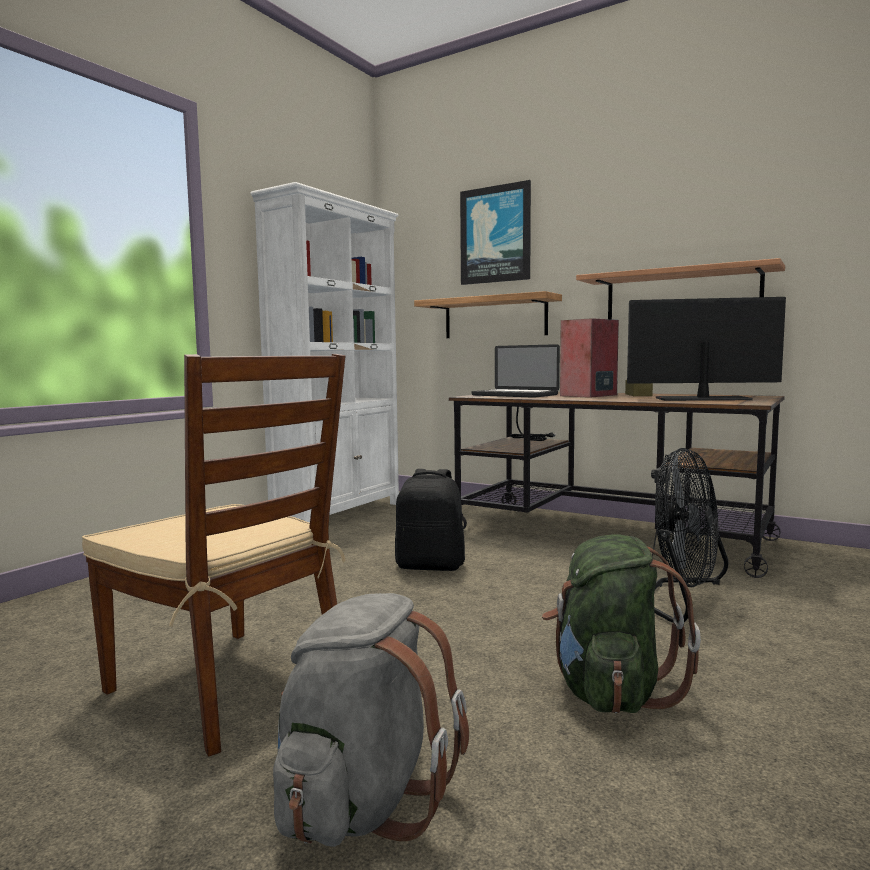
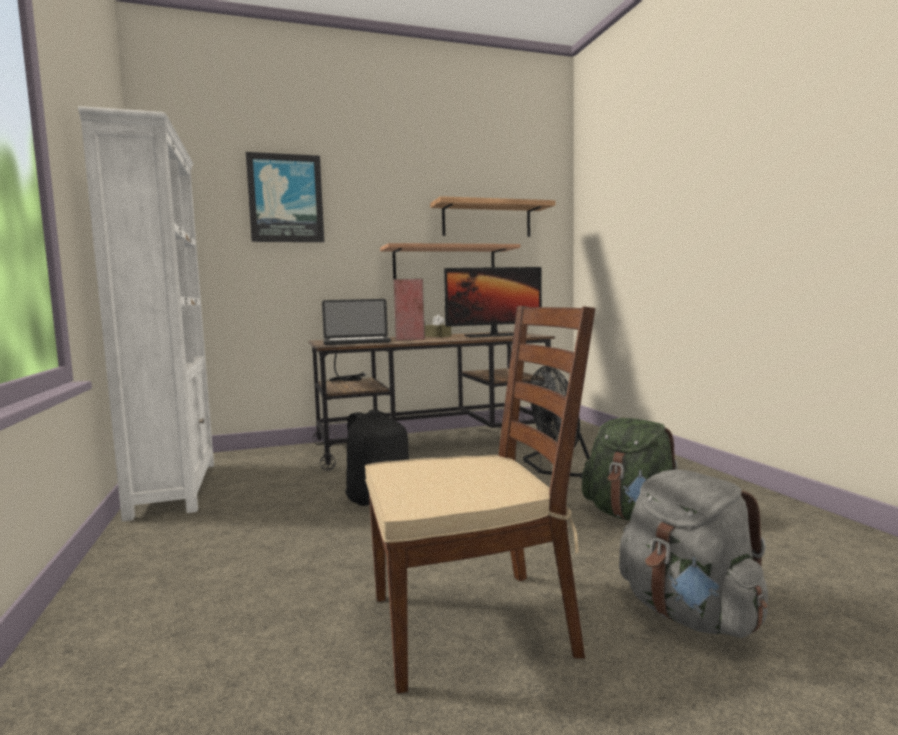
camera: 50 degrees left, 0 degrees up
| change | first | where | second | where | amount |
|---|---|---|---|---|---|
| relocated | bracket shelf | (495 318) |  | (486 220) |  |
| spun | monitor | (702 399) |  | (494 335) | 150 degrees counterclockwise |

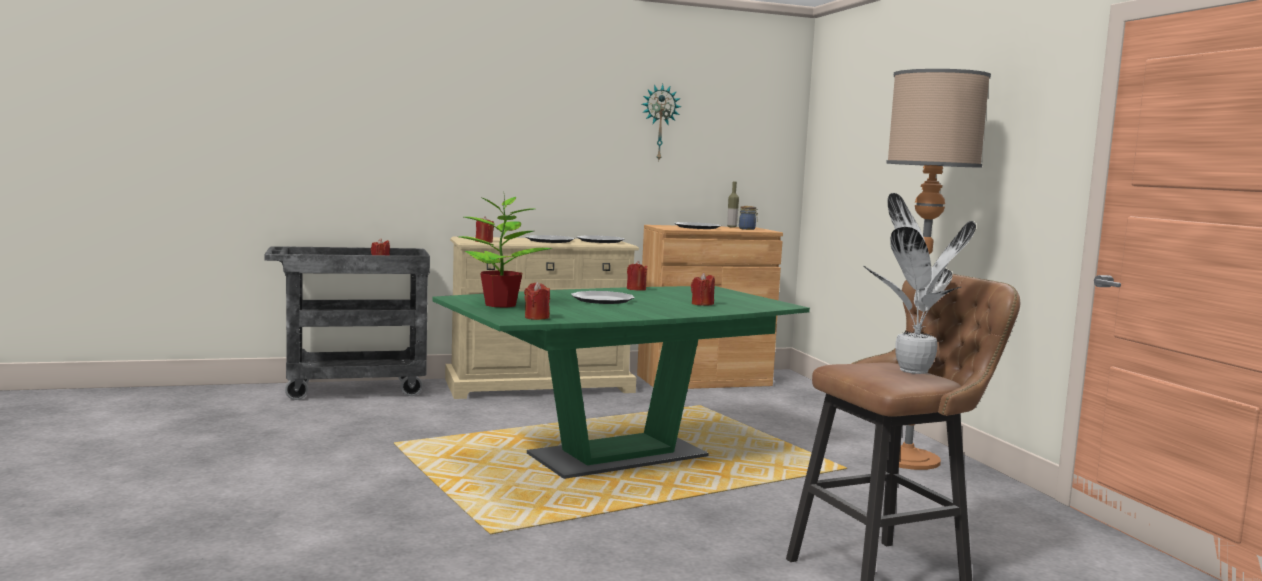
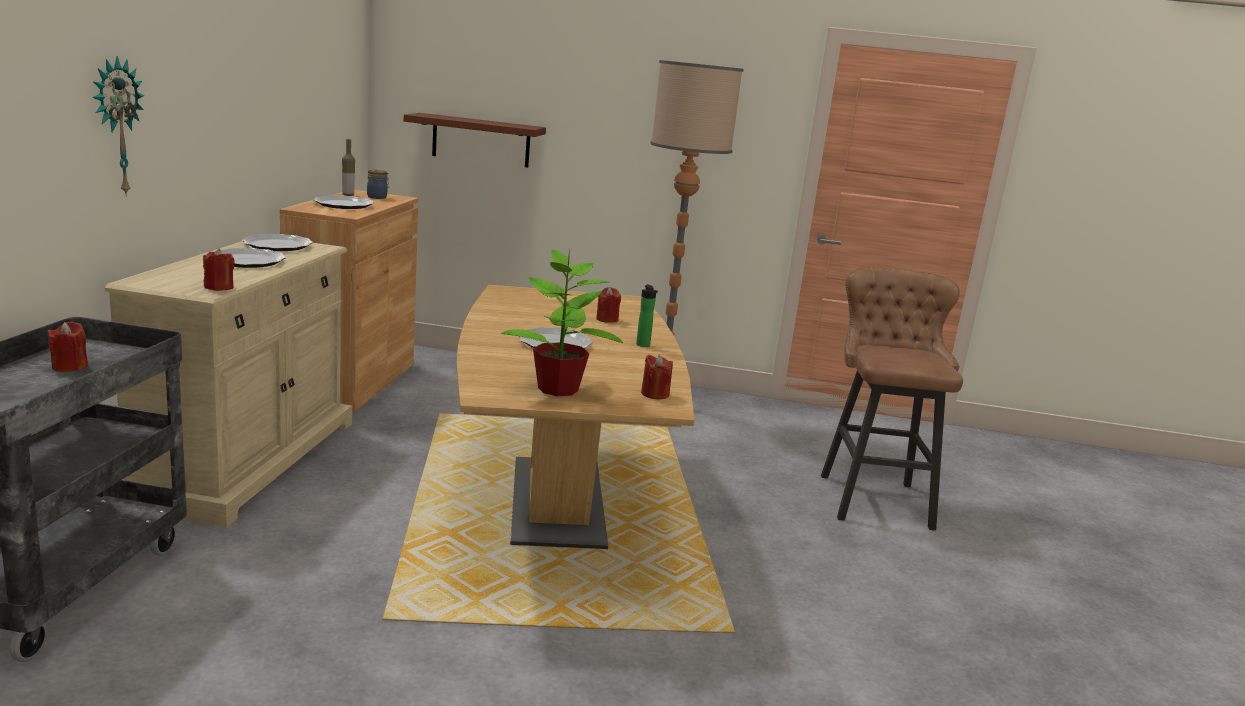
camera: 65 degrees left, 10 degrees up
| change | first | where | second | where | amount |
|---|---|---|---|---|---|
| relocated | wall clock | (659 122) |  | (116 127) |  |
| missing | houseplant | (911 370) |  |  |  |
| missing | red wax candle | (636 289) |  |  |  |
| colour | greenish kitchen table | (618 456) | brown-coloured kitchen table | (557 502) |  |
| appeared |  |  | brown-coloured bracket shelf | (481 140) |  |
| appeared |  |  | beverage bottle | (643 345) |  |

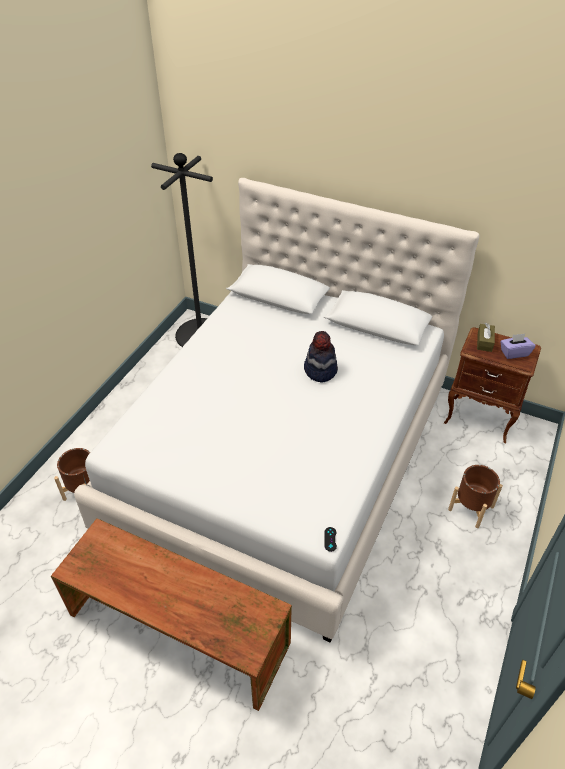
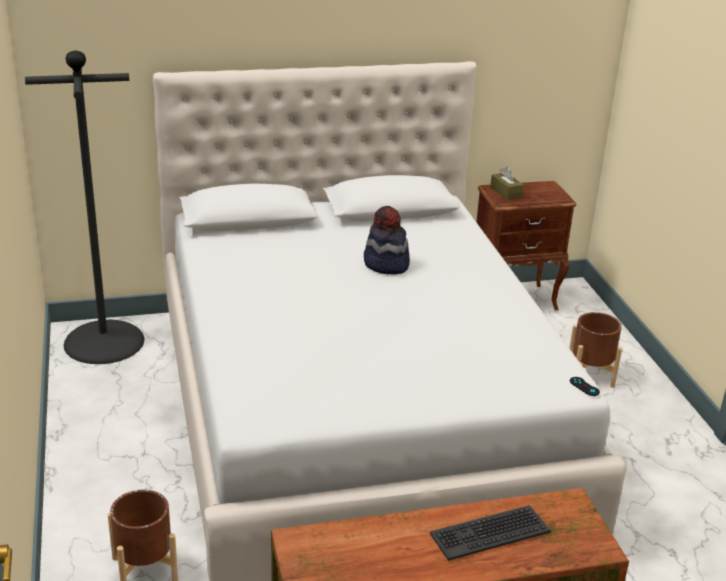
camera: 40 degrees left, 15 degrees down
| change | first | where | second | where | amount |
|---|---|---|---|---|---|
| missing | purplish tissue box | (514 353) |  |  |  |
| appeared |  |  | keyboard | (489 532) |  |

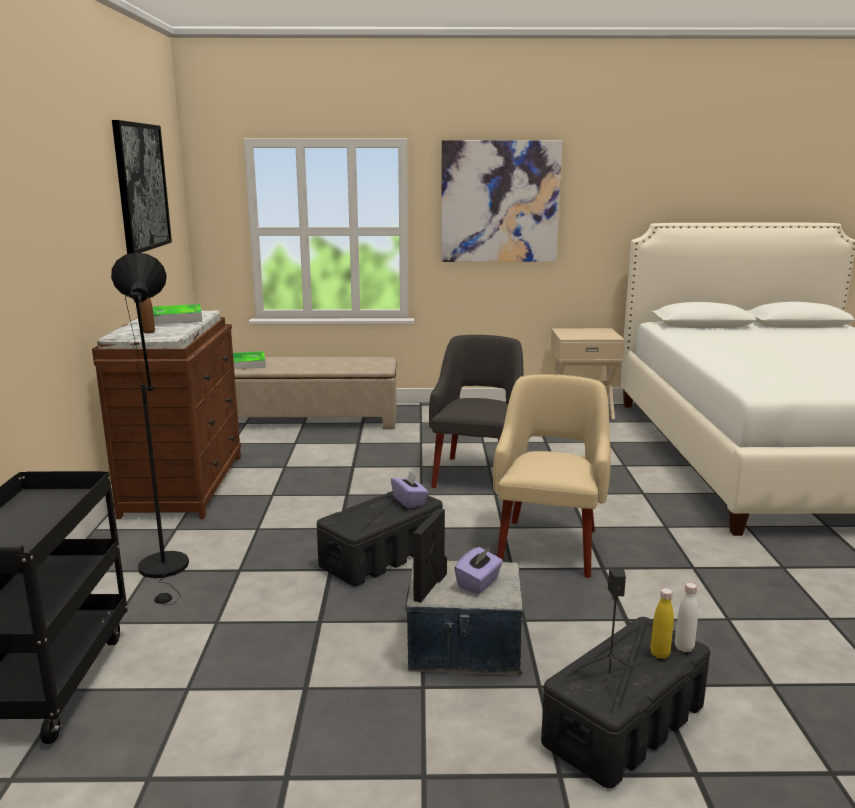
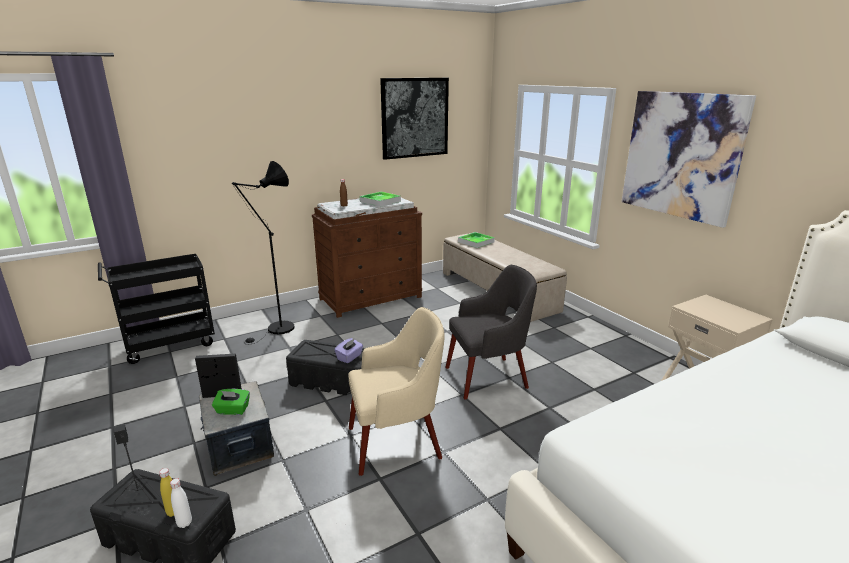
camera: 60 degrees right, 5 degrees up
| change | first | where | second | where | amount |
|---|---|---|---|---|---|
| colour | purplish tissue box | (478 583) | greenish tissue box | (232 410) |  |

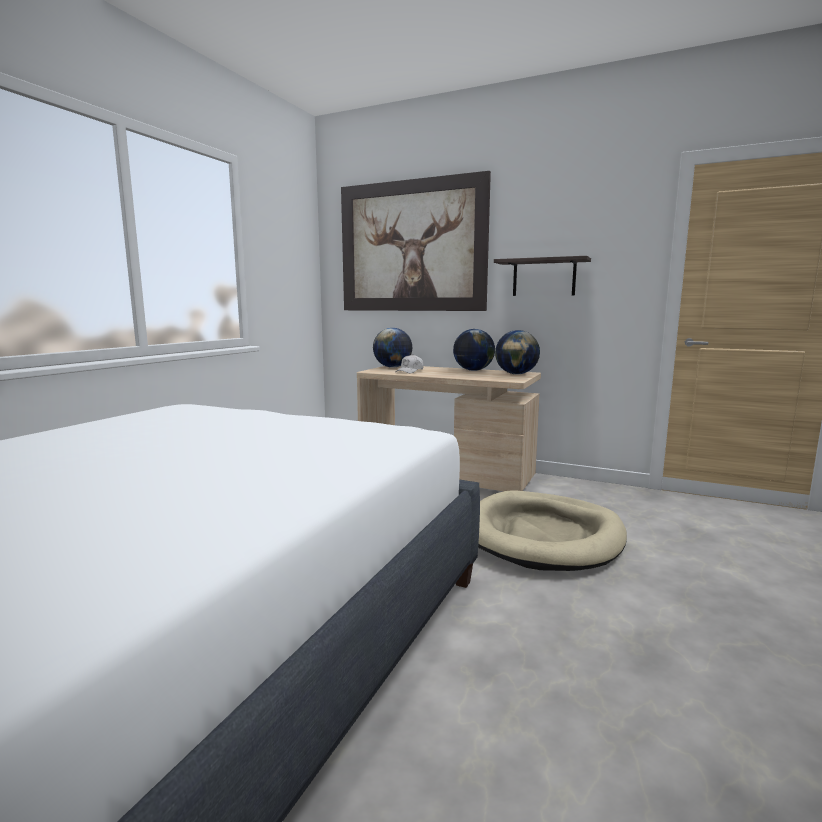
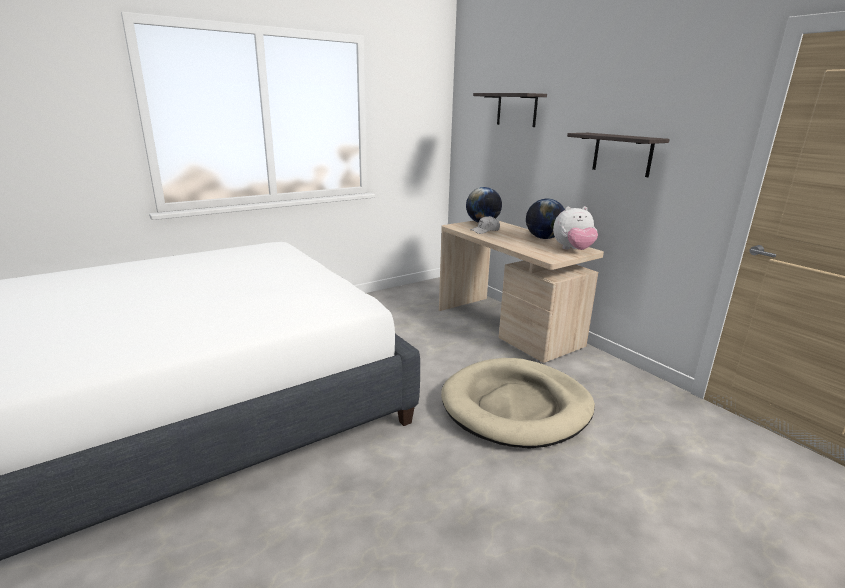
camera: 30 degrees right, 10 degrees up
| change | first | where | second | where | amount |
|---|---|---|---|---|---|
| exchanged | wall picture | (412 247) | bracket shelf | (516 109) |  |
| exchanged | globe | (516 374) | cuddly toy | (573 250) |  |

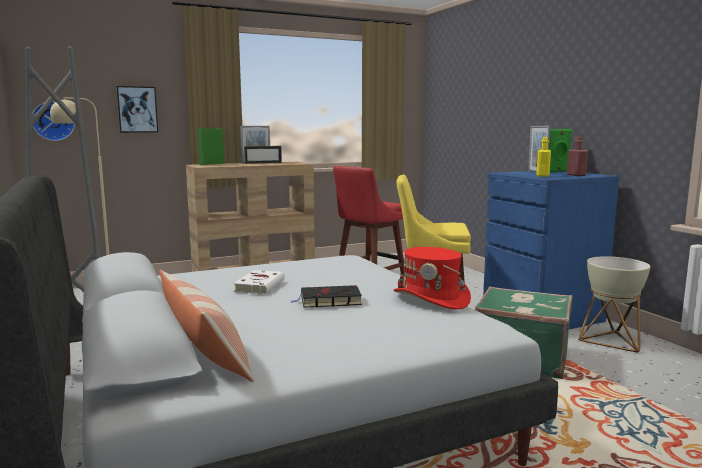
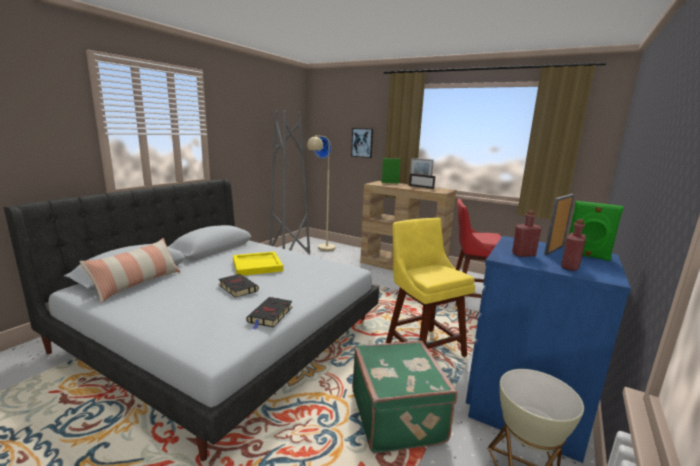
camera: 55 degrees right, 5 degrees up
| change | first | where | second | where | amount |
|---|---|---|---|---|---|
| colour | yellowish beverage bottle | (542 175) | red beverage bottle | (523 254) |  |
| exchanged | red hat | (431 299) | black-coloured book | (270 315) |  |
| exchanged | white book | (260 285) | yellowish serving tray | (257 265) |  |

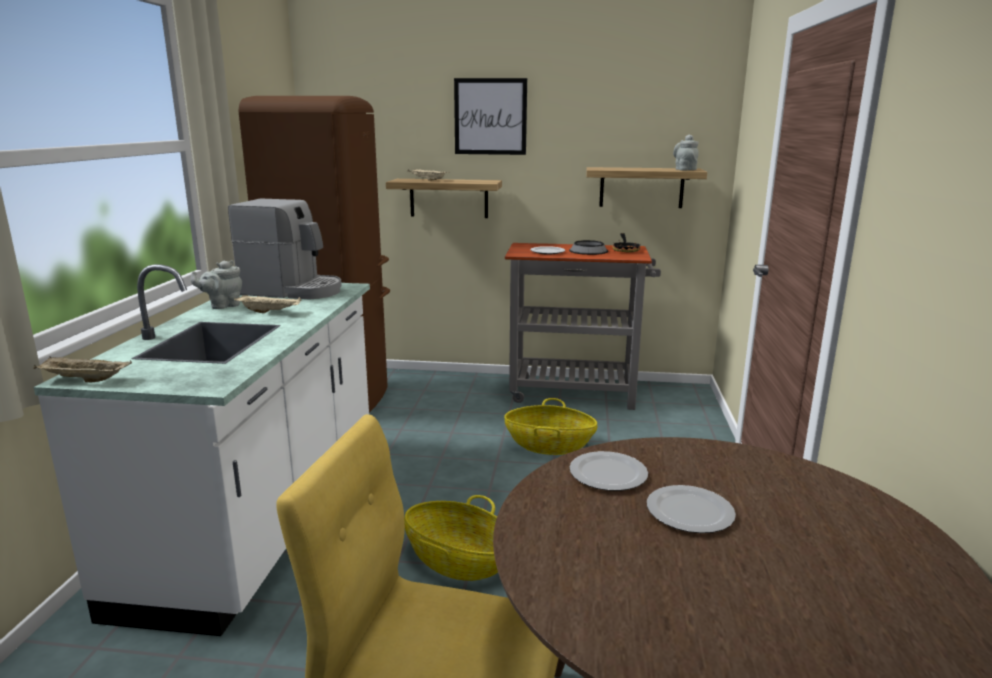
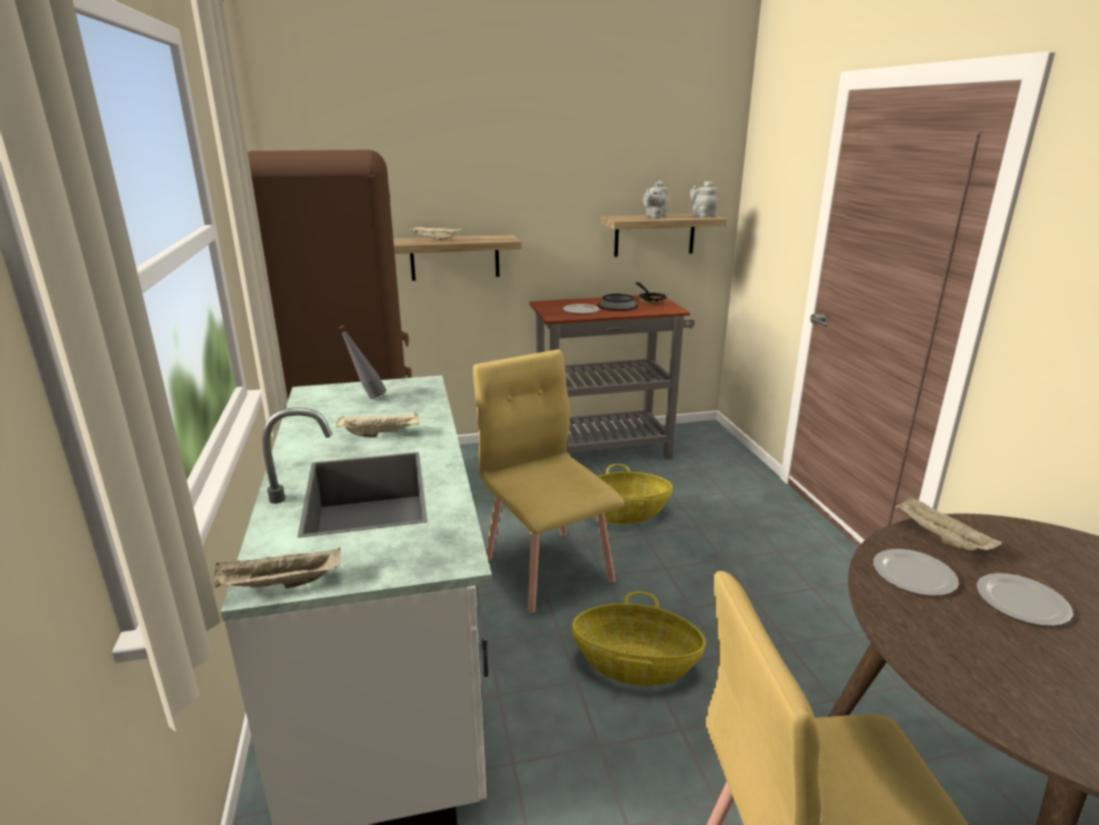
camera: 20 degrees left, 5 degrees up
| change | first | where | second | where | amount |
|---|---|---|---|---|---|
| missing | wall picture | (490 116) |  |  |  |
| exchanged | coffee machine | (293 290) | grey beverage bottle | (367 397) |  |
| relocated | grey teapot | (222 306) |  | (655 217) |  |
| appeared |  |  | yellowish chair | (548 568) |  |
| appeared |  |  | sand-coloured serving tray | (939 537) |  |

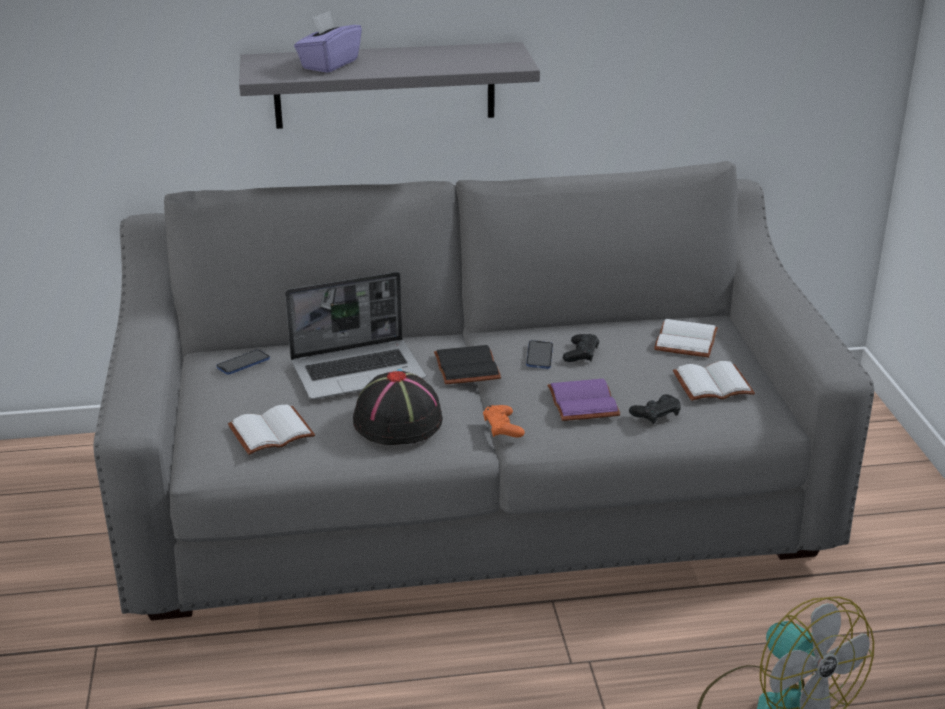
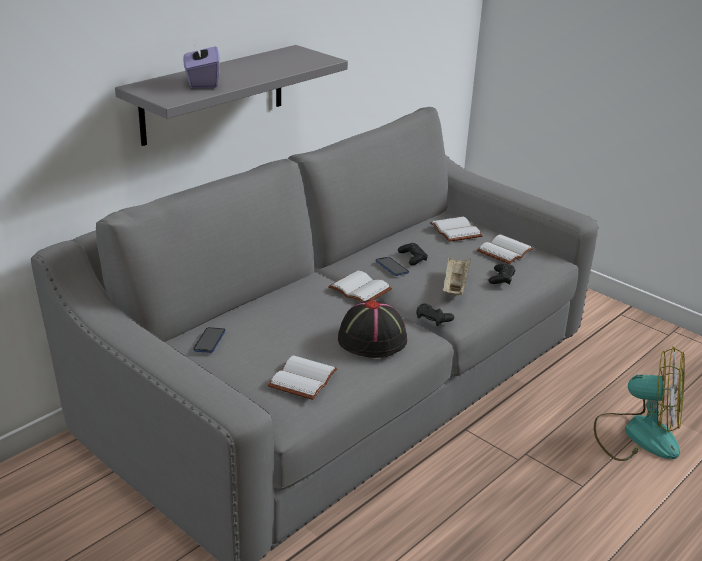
camera: 40 degrees left, 0 degrees up
| change | first | where | second | where | amount |
|---|---|---|---|---|---|
| missing | portable computer | (359 371) |  |  |  |
| colour | black-coloured book | (464 367) | white book | (358 289) |  |
| exchanged | purplish book | (580 402) | sand-coloured serving tray | (454 286) |  |
| colour | orange-coloured joypad | (503 427) | black-coloured joypad | (433 318) |  |

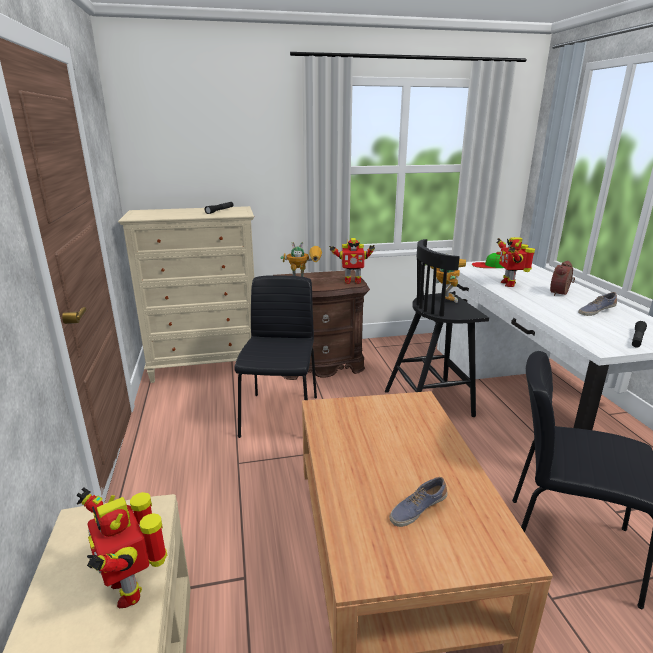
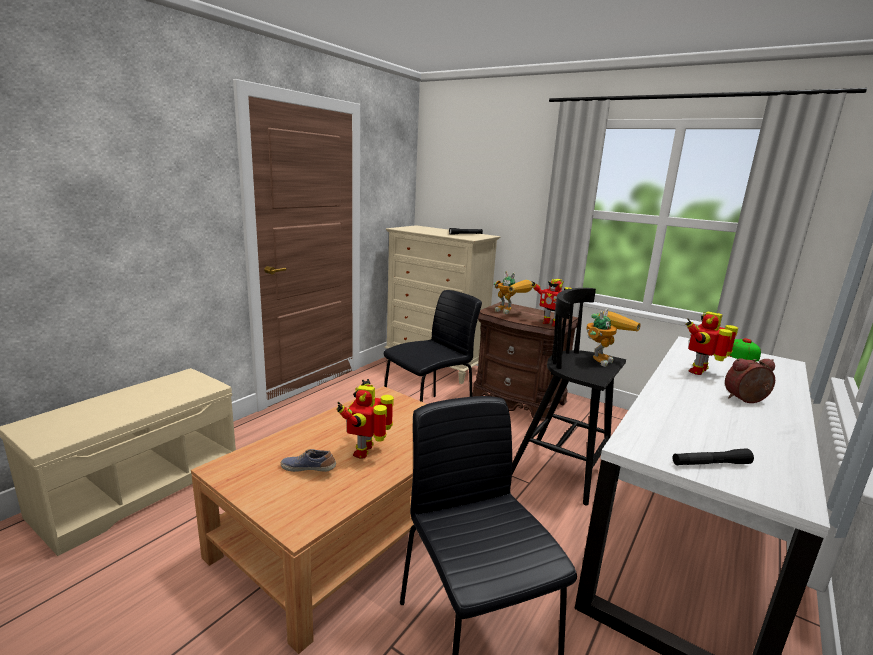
camera: 45 degrees right, 5 degrees down
| change | first | where | second | where | amount |
|---|---|---|---|---|---|
| missing | item of footwear | (595 311) |  |  |  |
| relocated | model robot | (130 587) |  | (366 451) |  |

